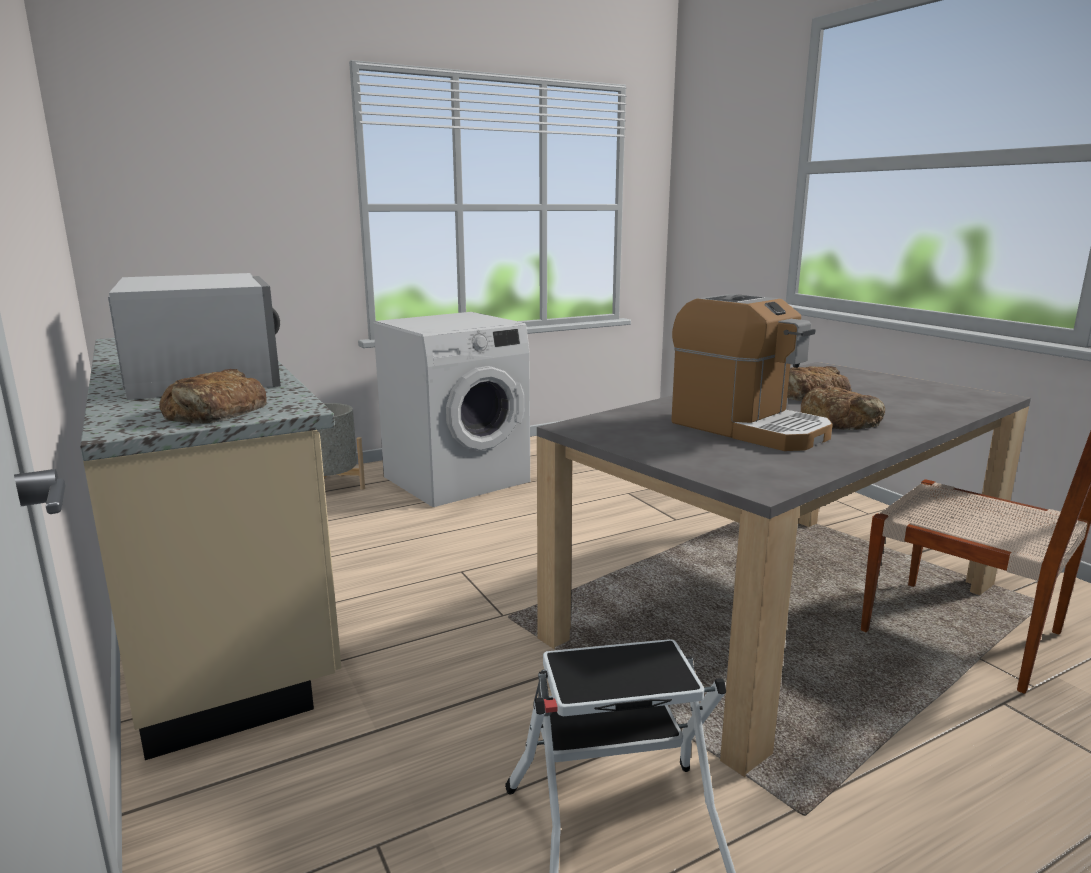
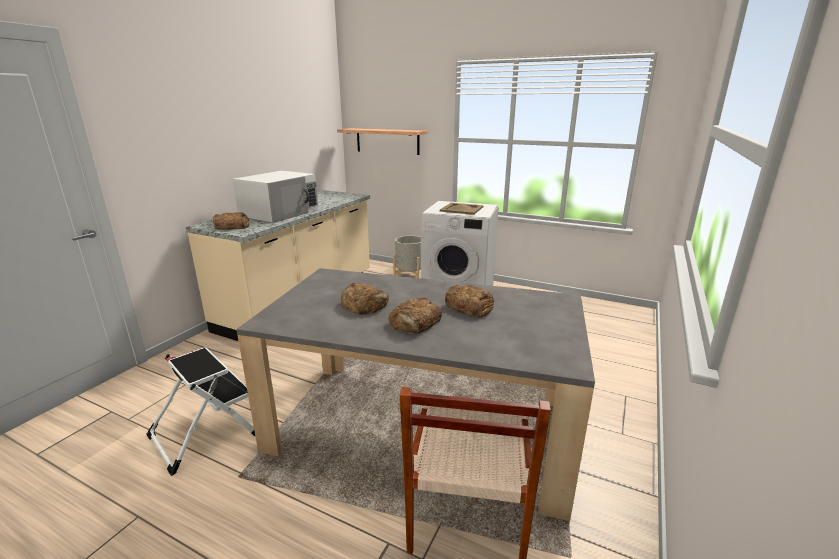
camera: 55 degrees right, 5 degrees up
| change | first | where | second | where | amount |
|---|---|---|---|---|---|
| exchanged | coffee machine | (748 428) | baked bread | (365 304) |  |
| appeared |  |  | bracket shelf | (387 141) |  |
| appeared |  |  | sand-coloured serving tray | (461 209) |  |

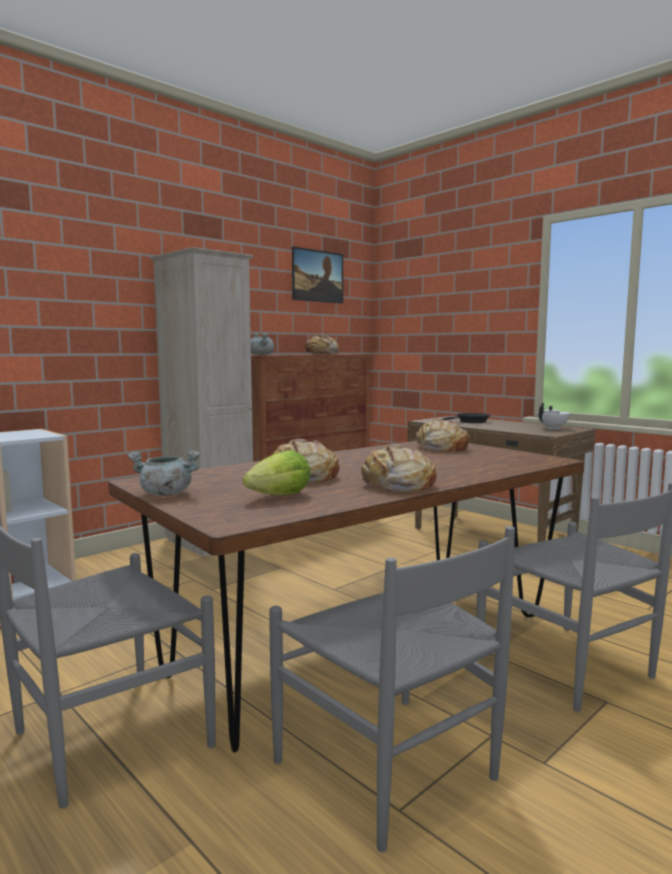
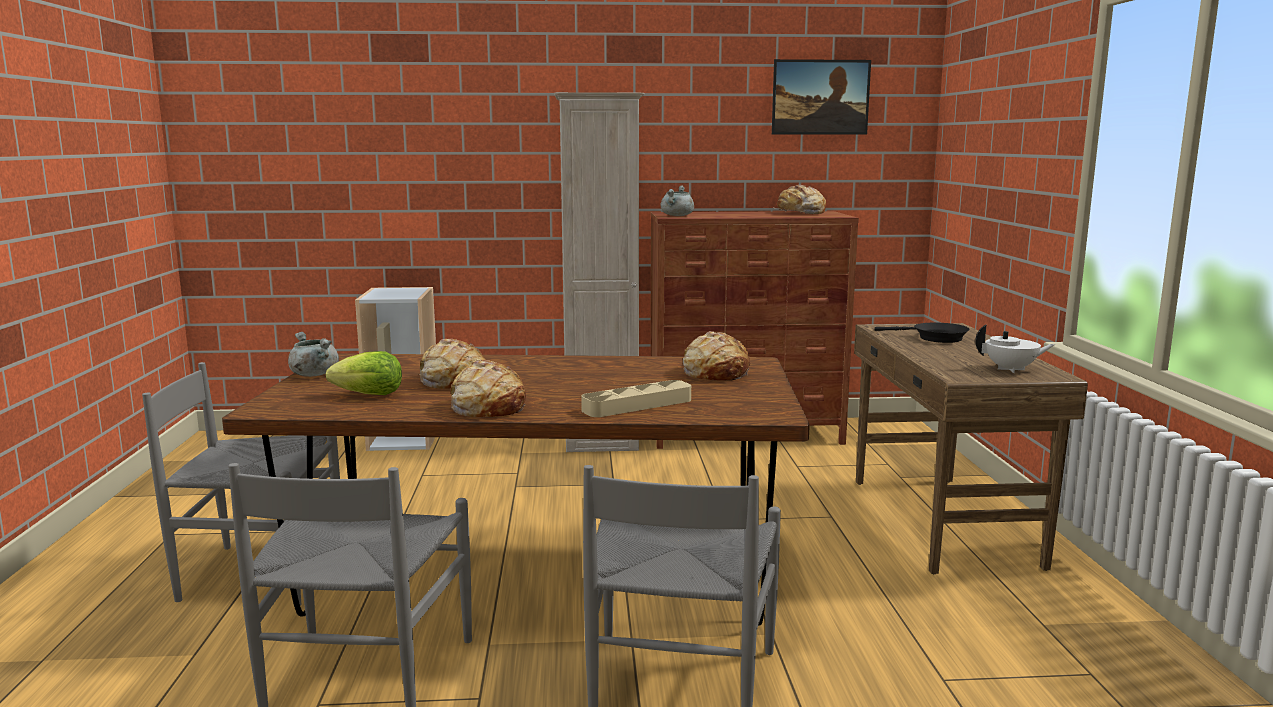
camera: 40 degrees right, 5 degrees up
| change | first | where | second | where | amount |
|---|---|---|---|---|---|
| appeared |  |  | sand-coloured serving tray | (637 405) |  |

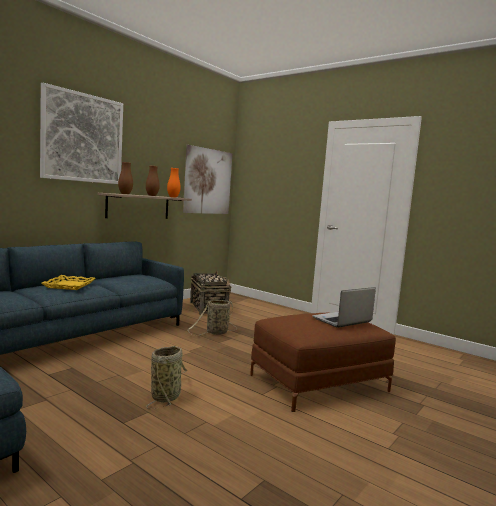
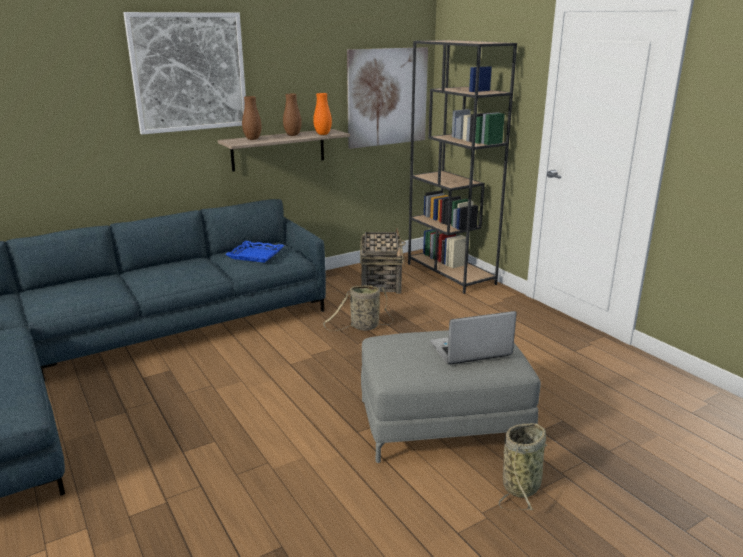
camera: 20 degrees right, 15 degrees up
| change | first | where | second | where | amount |
|---|---|---|---|---|---|
| missing | yellowish serving tray | (69 285) |  |  |  |
| colour | brown-coloured footrest | (319 383) | grey footrest | (443 423) |  |
| relocated | household basket | (166 396) |  | (522 485) |  |
| appeared |  |  | shelving unit | (451 274) |  |
| appeared |  |  | blue serving tray | (255 255) |  |

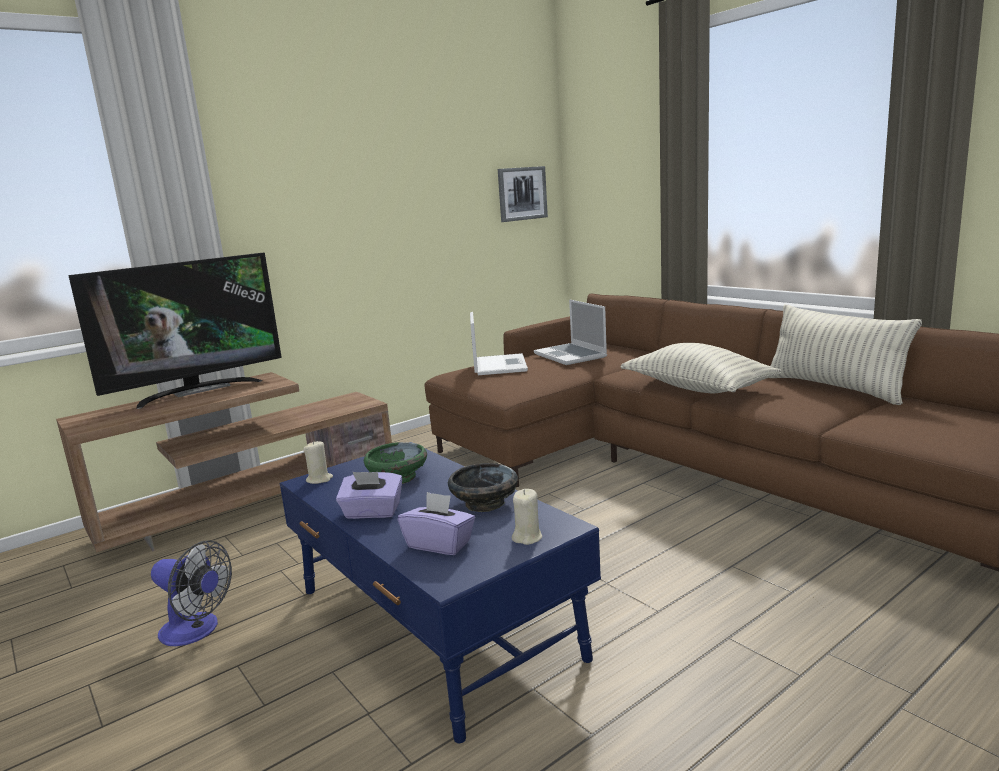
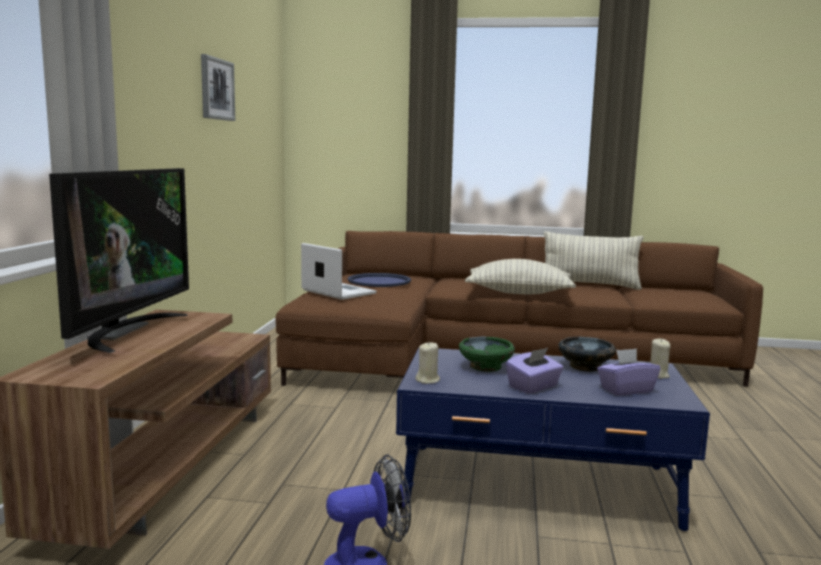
camera: 45 degrees left, 5 degrees down
| change | first | where | second | where | amount |
|---|---|---|---|---|---|
| relocated | wall picture | (522 193) |  | (216 89) |  |
| exchanged | portable computer | (571 355) | blue serving tray | (379 281) |  |

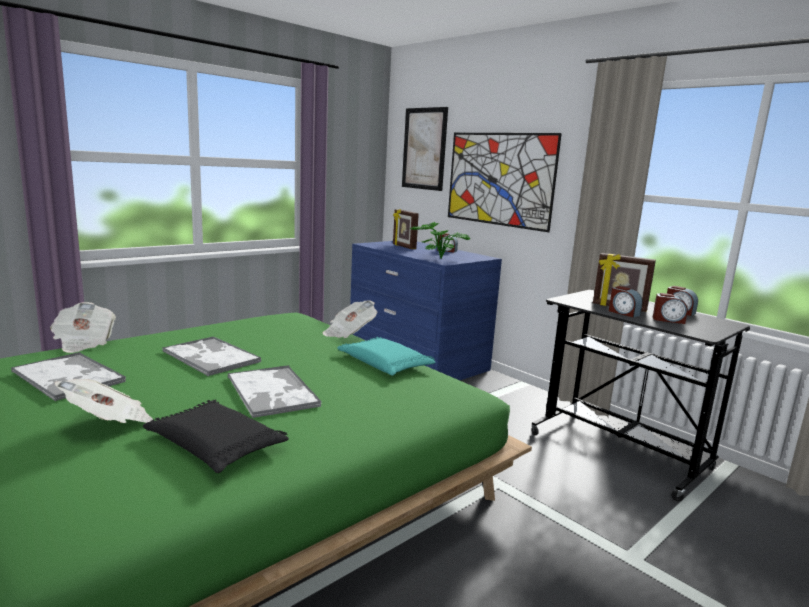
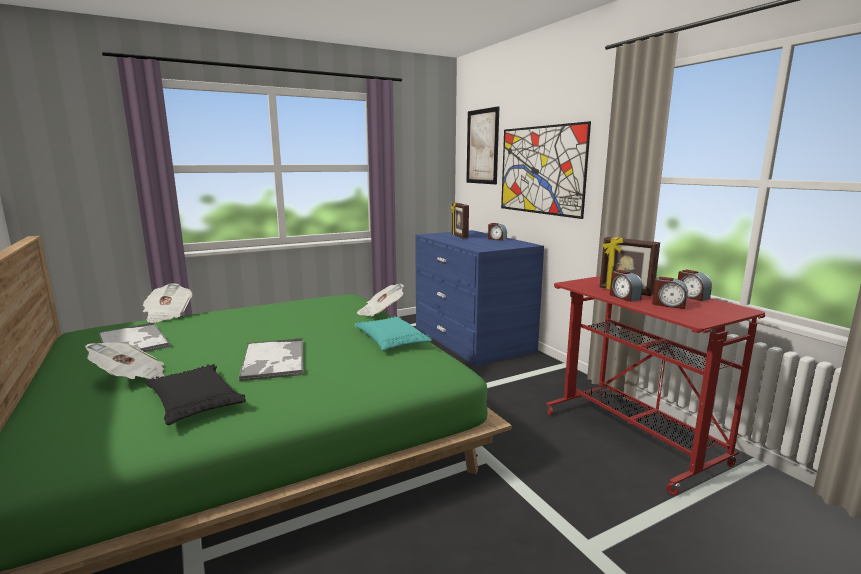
camera: 15 degrees right, 0 degrees up
| change | first | where | second | where | amount |
|---|---|---|---|---|---|
| missing | houseplant | (439 258) |  |  |  |
| colour | black-coloured desk unit | (619 451) | red desk unit | (632 437) |  |
| missing | serving tray | (210 356) |  |  |  |

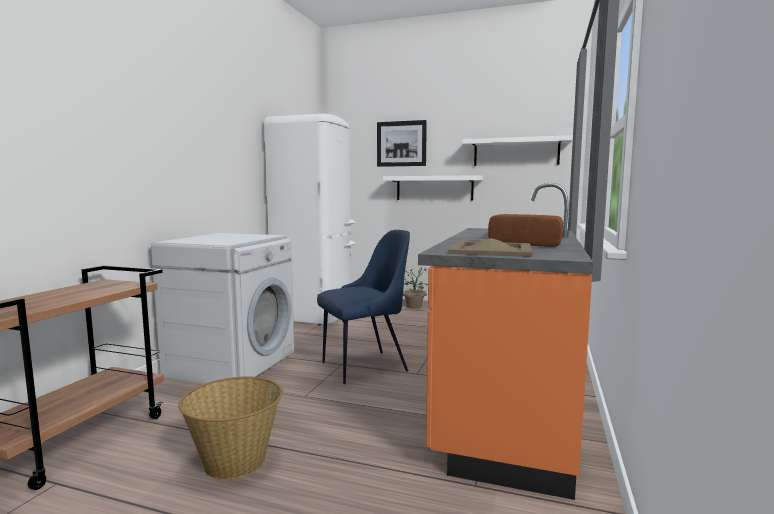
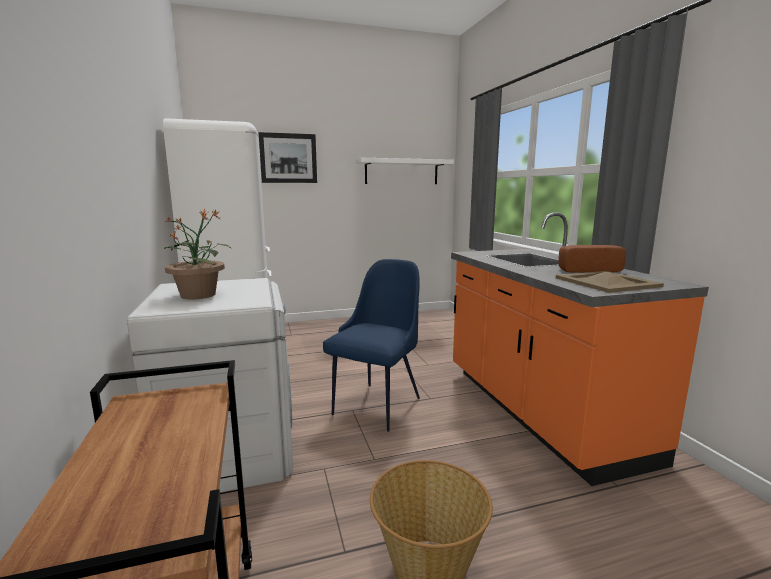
camera: 35 degrees left, 5 degrees up
| change | first | where | second | where | amount |
|---|---|---|---|---|---|
| missing | white bracket shelf | (434 188) |  |  |  |
| relocated | houseplant | (414 306) |  | (199 295) |  |

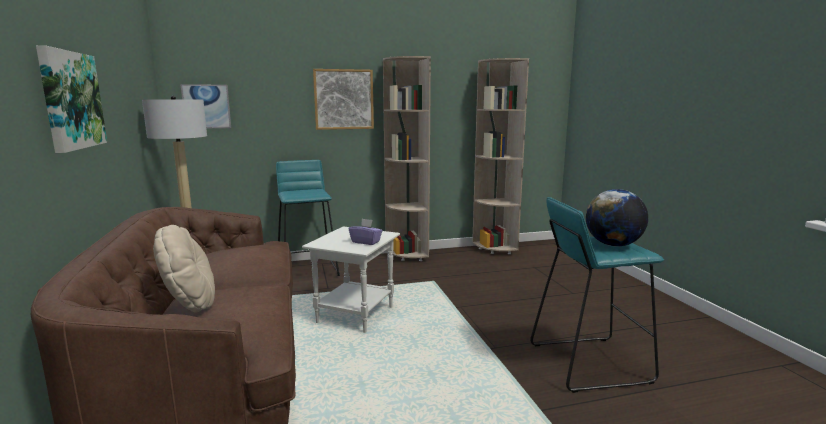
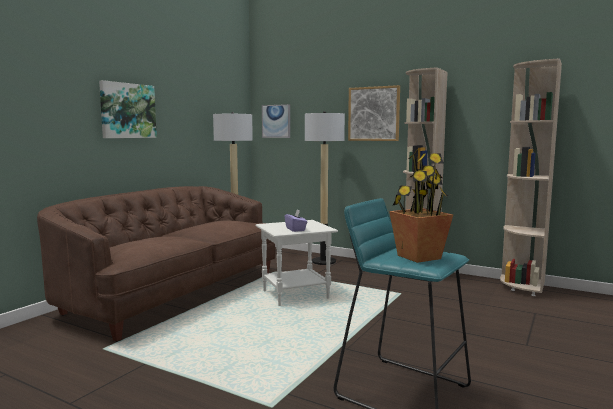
camera: 45 degrees right, 5 degrees down
| change | first | where | second | where | amount |
|---|---|---|---|---|---|
| exchanged | turquoise sitting stool | (308 269) | floor lamp | (324 261) |  |
| exchanged | globe | (613 245) | houseplant | (418 257) |  |
| missing | sand-coloured pillow | (190 306) |  |  |  |

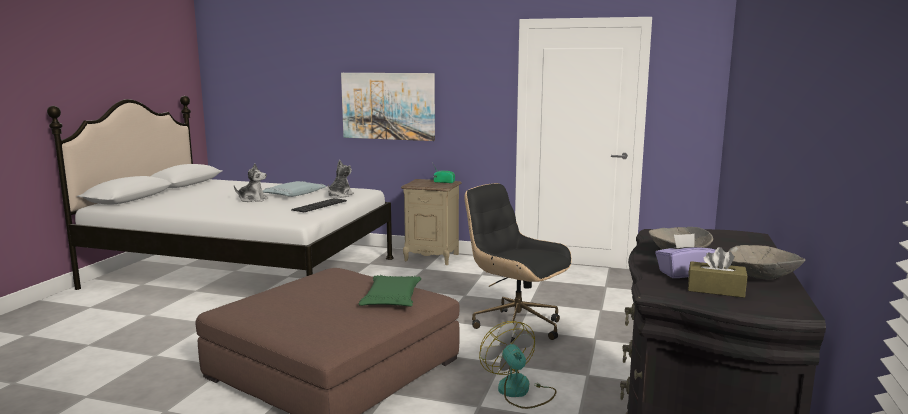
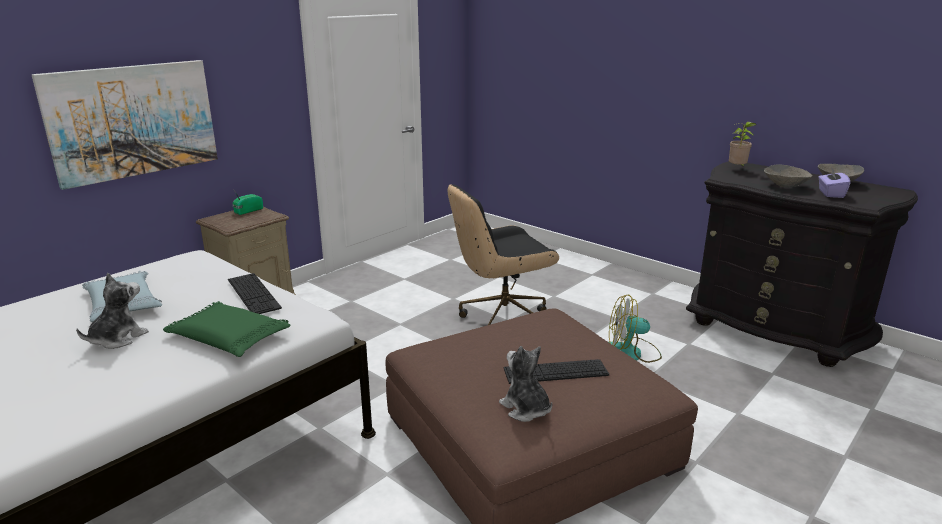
camera: 65 degrees left, 10 degrees up
| change | first | where | second | where | amount |
|---|---|---|---|---|---|
| relocated | cuddly toy | (340 195) |  | (525 409) |  |
| missing | brown-coloured tissue box | (715 289) |  |  |  |
| relocated | greenish pillow | (392 297) |  | (228 335) |  |
| appeared |  |  | houseplant | (737 169) |  |
| appeared |  |  | keyboard | (555 371) |  |

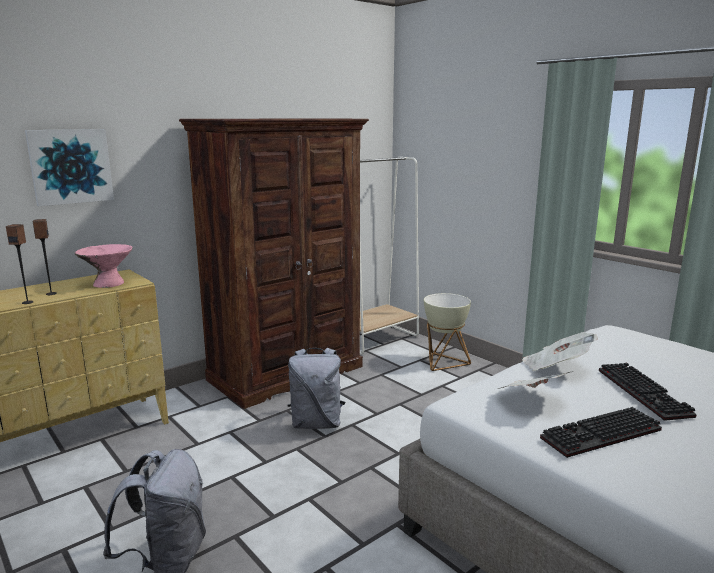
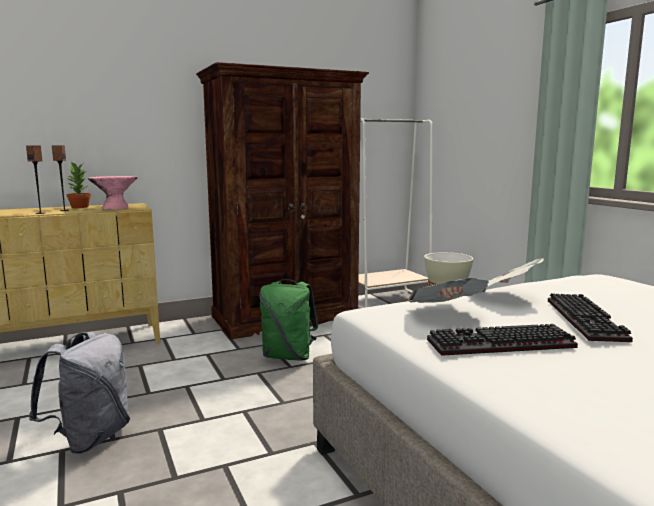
camera: 15 degrees right, 5 degrees down
| change | first | where | second | where | amount |
|---|---|---|---|---|---|
| missing | wall picture | (70 166) |  |  |  |
| colour | grey knapsack | (316 423) | greenish knapsack | (288 356) |  |
| appeared |  |  | houseplant | (79 207) |  |

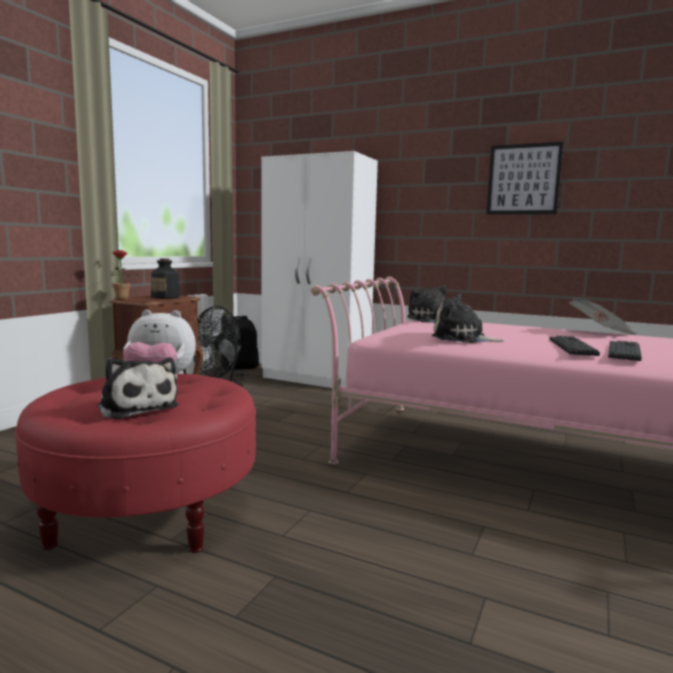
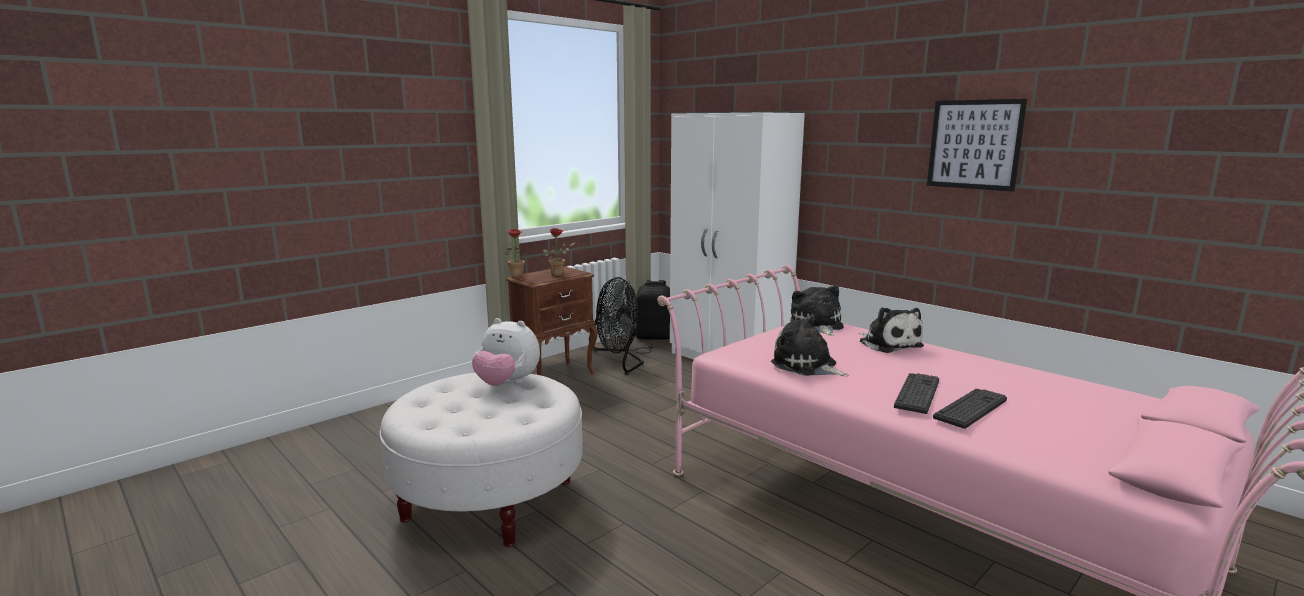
camera: 20 degrees right, 5 degrees up
| change | first | where | second | where | amount |
|---|---|---|---|---|---|
| exchanged | beverage bottle | (166 297) | houseplant | (559 274) |  |
| missing | printed paper | (601 333) |  |  |  |
| relocated | cuddly toy | (137 407) |  | (888 344) |  |
| colour | red footrest | (148 511) | white footrest | (489 499) |  |

